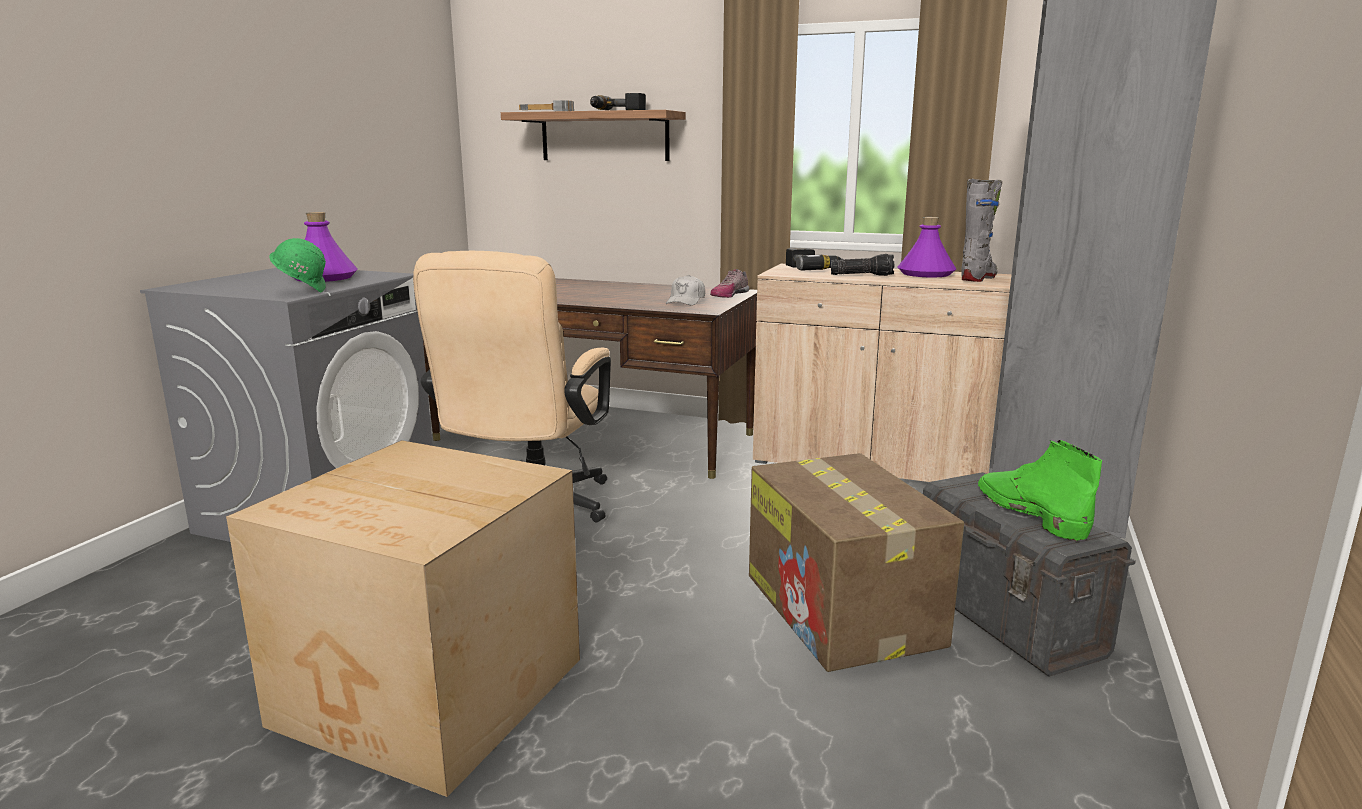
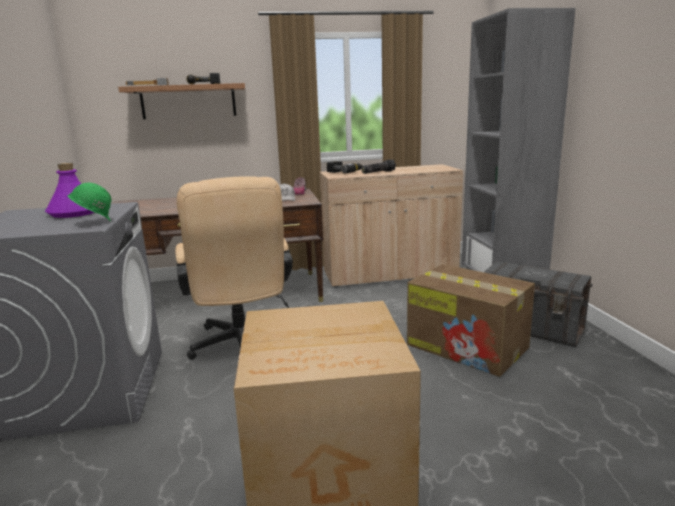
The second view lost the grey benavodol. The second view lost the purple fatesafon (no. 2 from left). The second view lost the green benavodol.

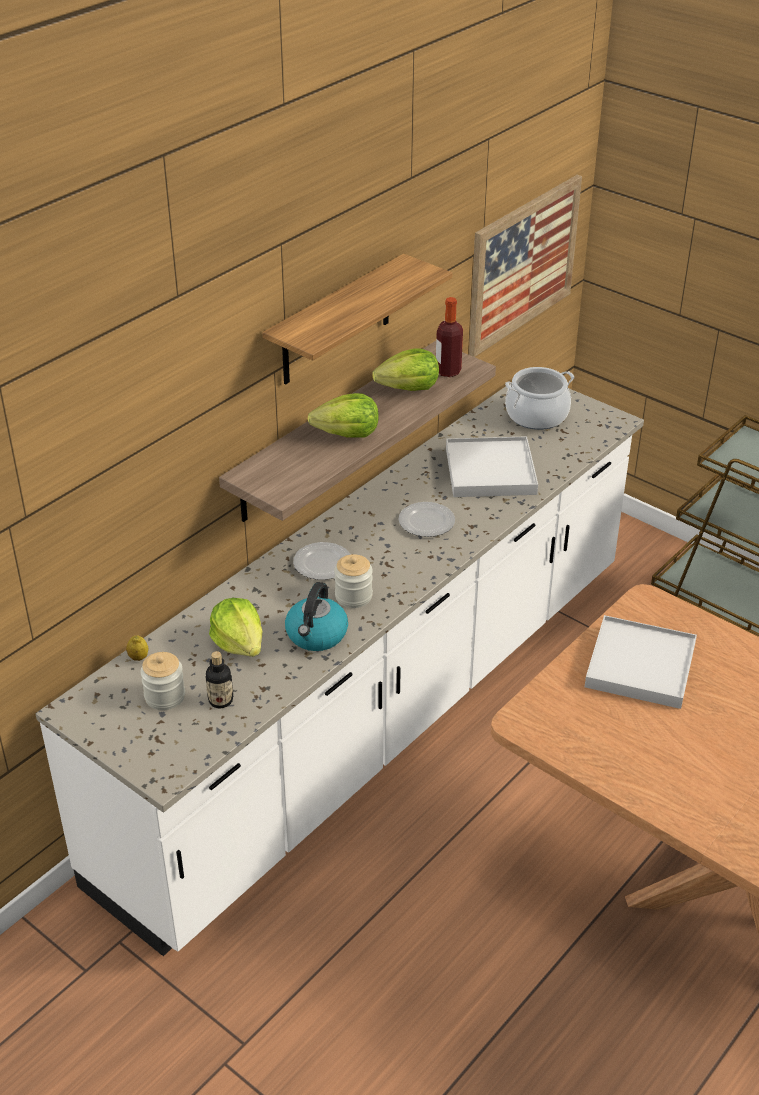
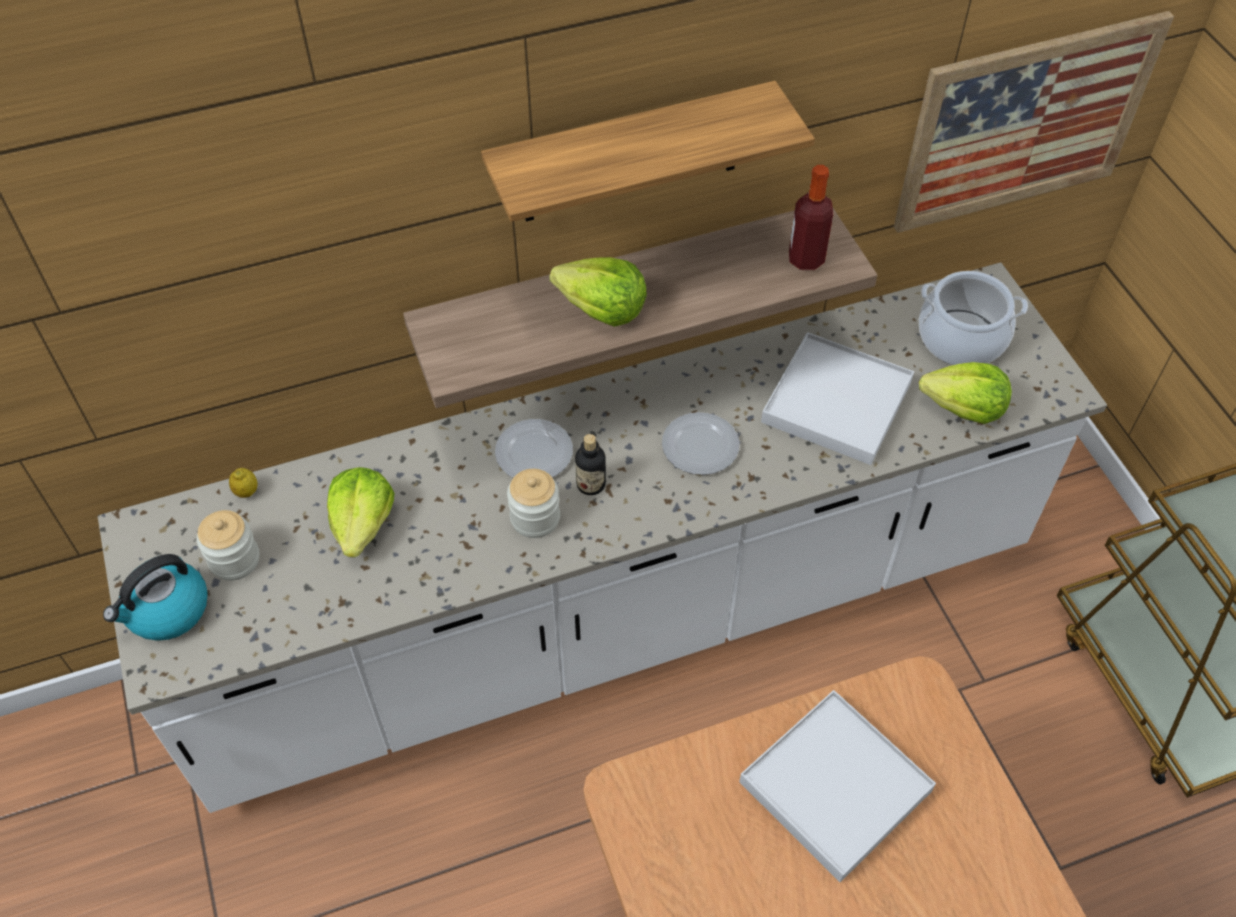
The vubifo (no. 3 from left) ended up elsewhere. The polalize ended up elsewhere. The fatesafon (no. 1 from left) ended up elsewhere.

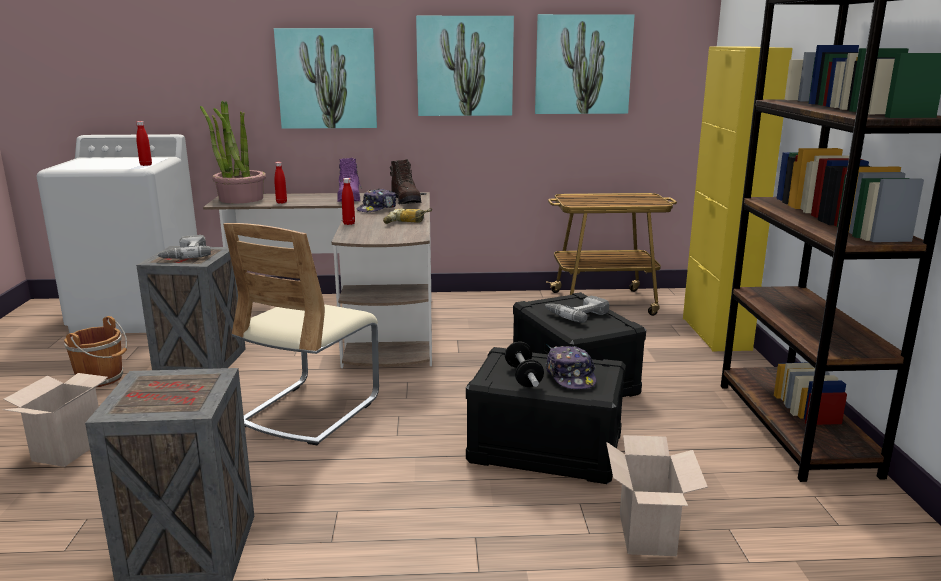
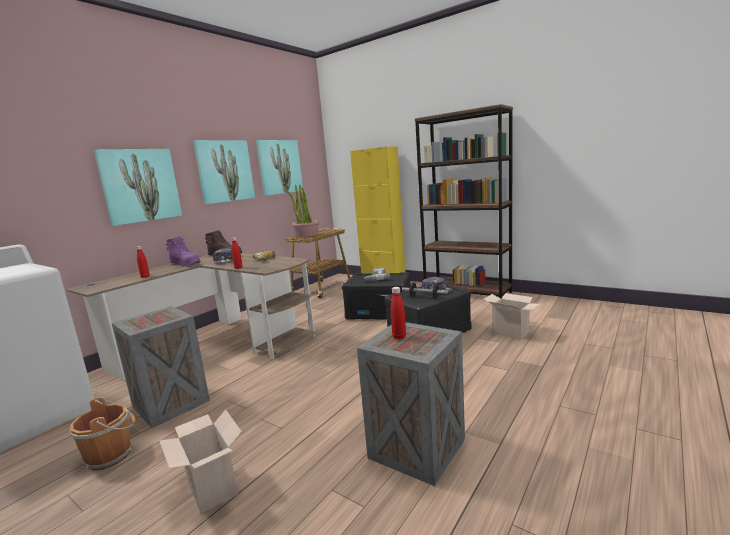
The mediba ended up elsewhere. The red fatesafon (no. 1 from left in the first image) ended up elsewhere. The second view lost the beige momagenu. The second view lost the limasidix (no. 1 from left).

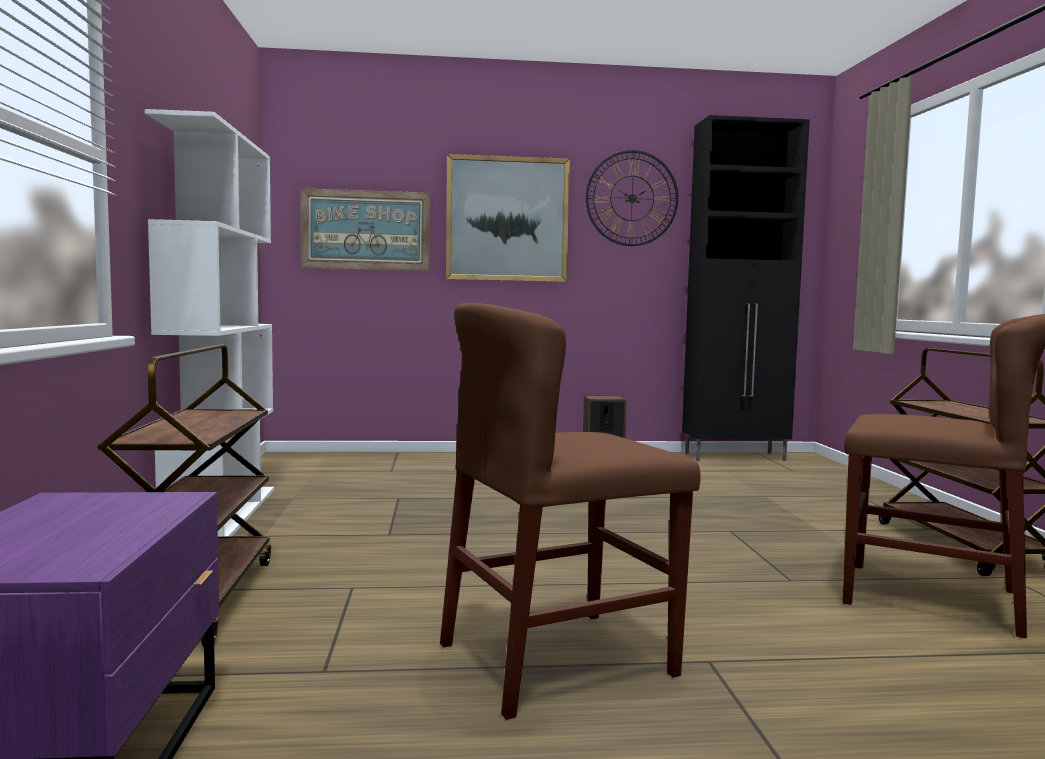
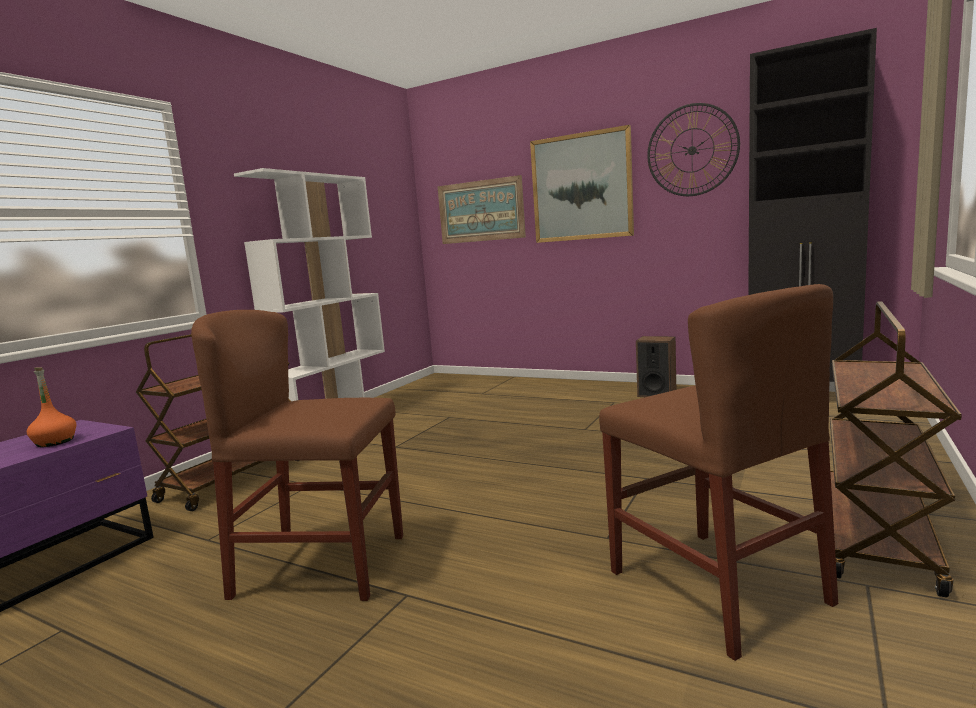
The second view gained the orange fatesafon.

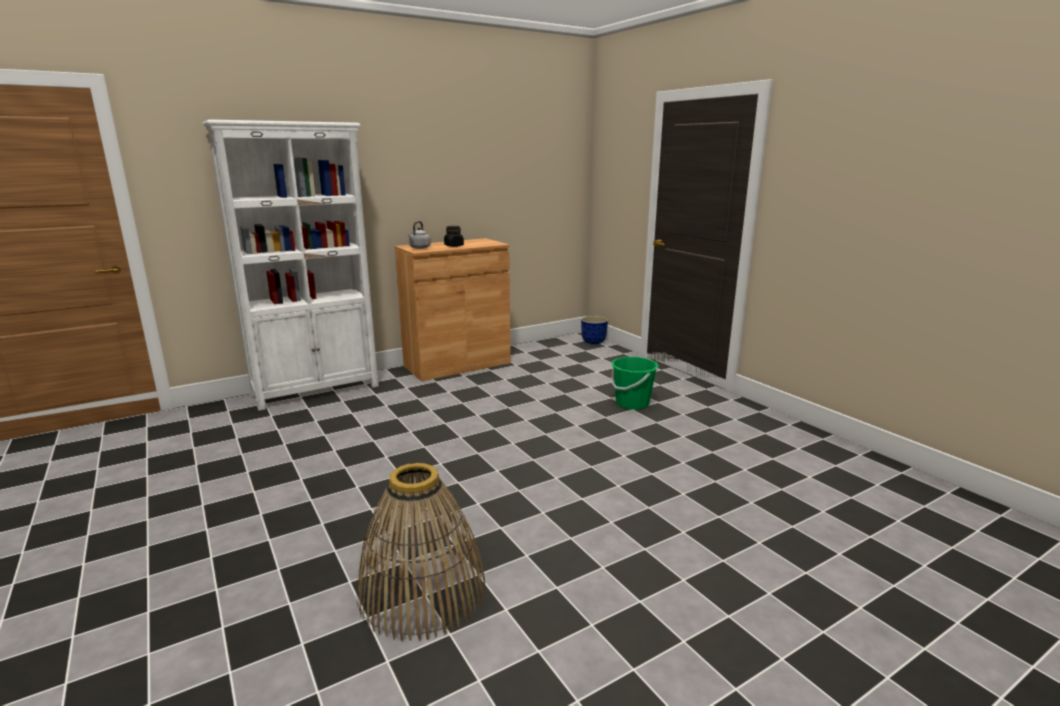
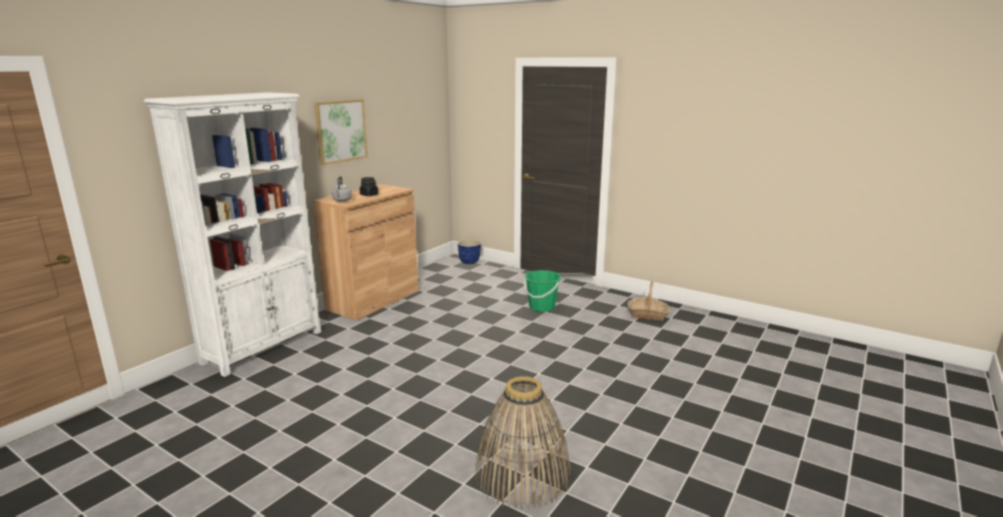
The second view gained the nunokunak. The second view gained the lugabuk (no. 2 from left).

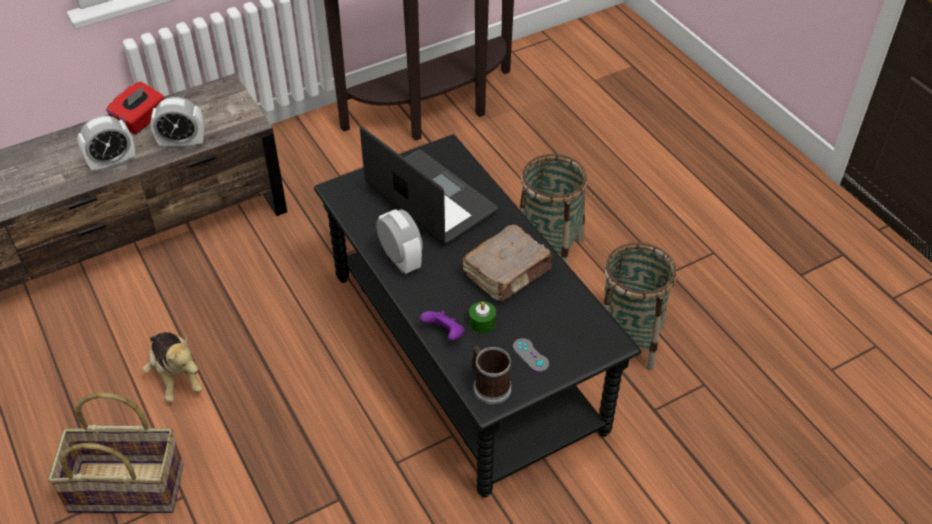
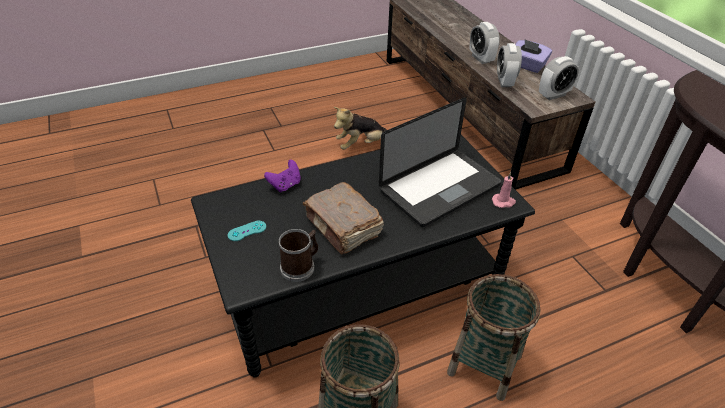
What was the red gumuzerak turned into the purple gumuzerak. The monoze (no. 3 from left) ended up elsewhere. The second view lost the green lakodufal. What was the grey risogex turned into the turquoise risogex. The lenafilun ended up elsewhere. The second view lost the lugabuk (no. 1 from left). The second view gained the pink lakodufal.

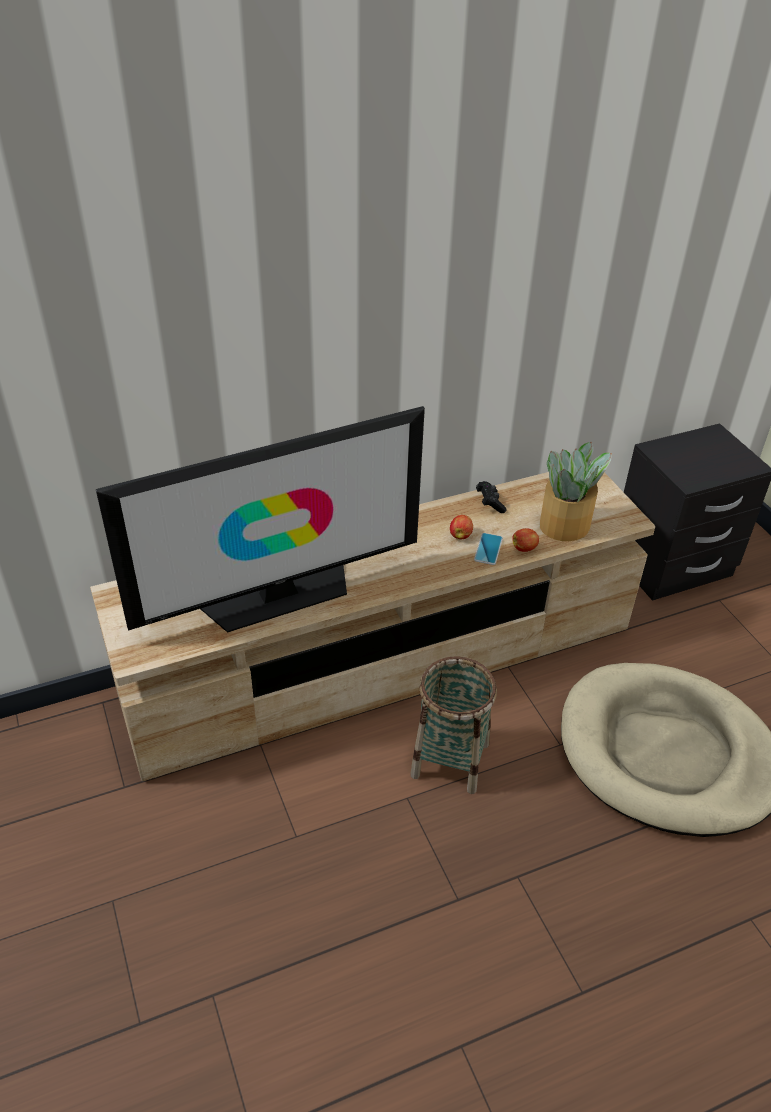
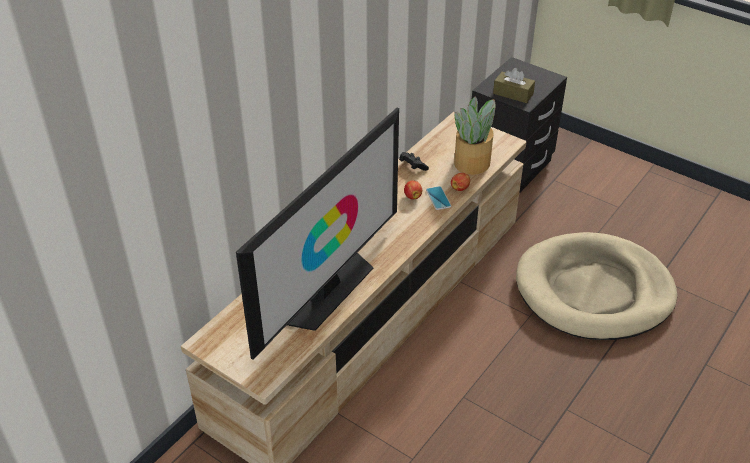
The second view lost the lugabuk. The second view gained the brown gumuzerak.

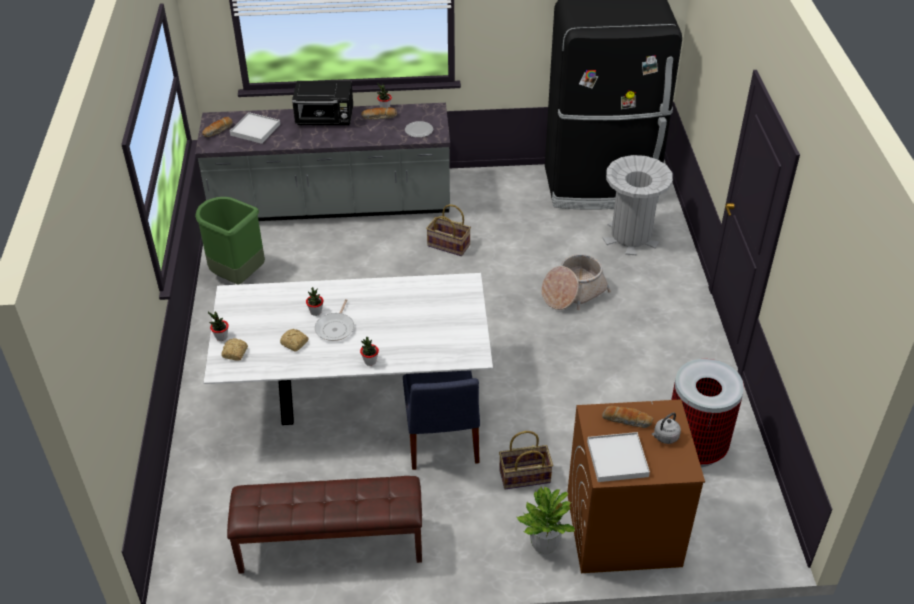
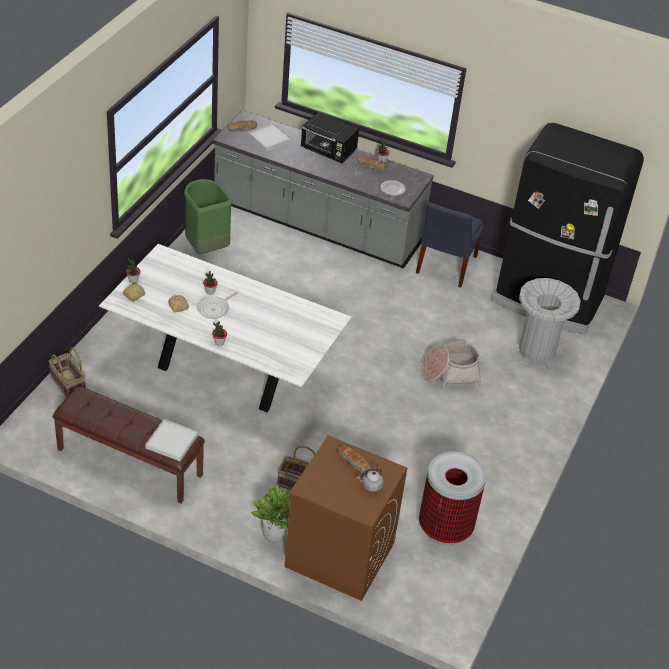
The lugabuk (no. 1 from left) ended up elsewhere. The blue momagenu ended up elsewhere. The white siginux (no. 2 from left in the first image) ended up elsewhere.

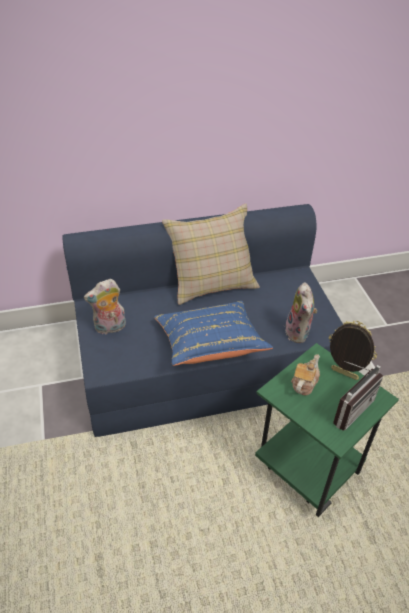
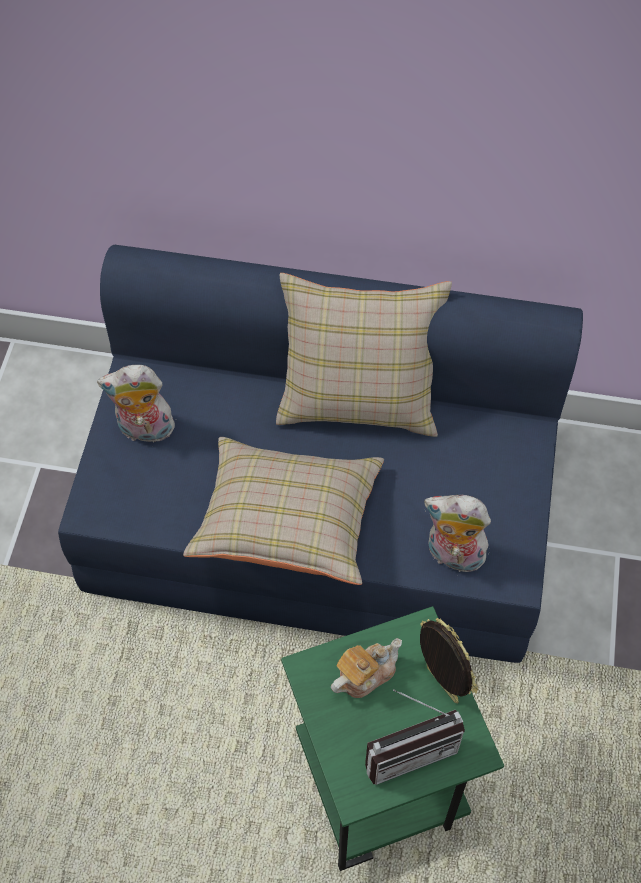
The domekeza (no. 2 from left) ended up facing another way, 90 degrees clockwise from before. What was the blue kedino turned into the beige kedino (no. 1 from left).

